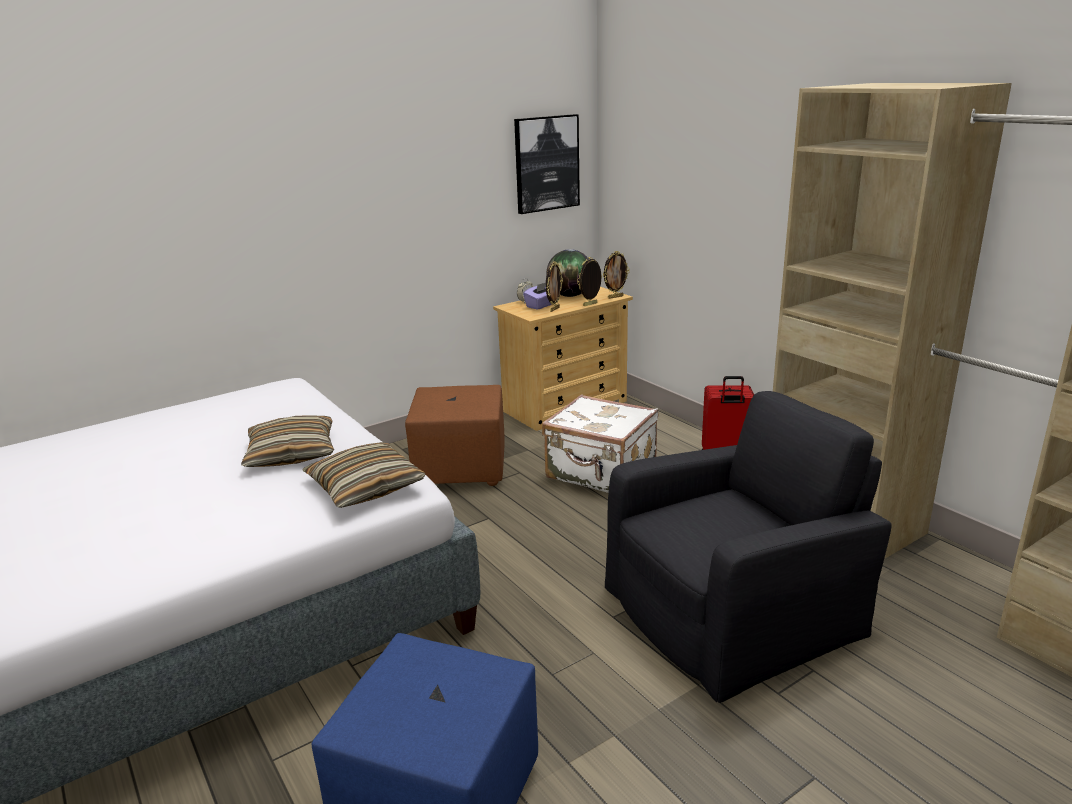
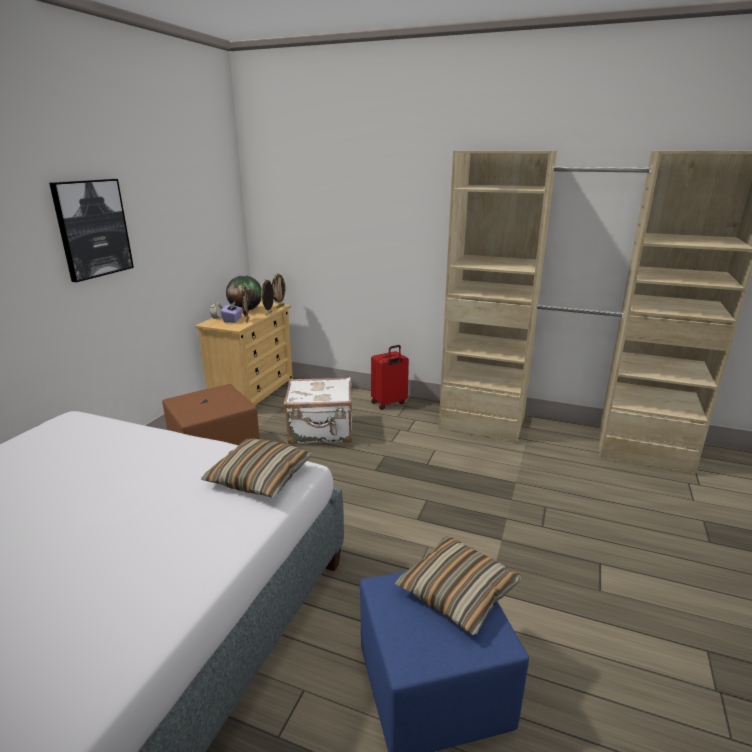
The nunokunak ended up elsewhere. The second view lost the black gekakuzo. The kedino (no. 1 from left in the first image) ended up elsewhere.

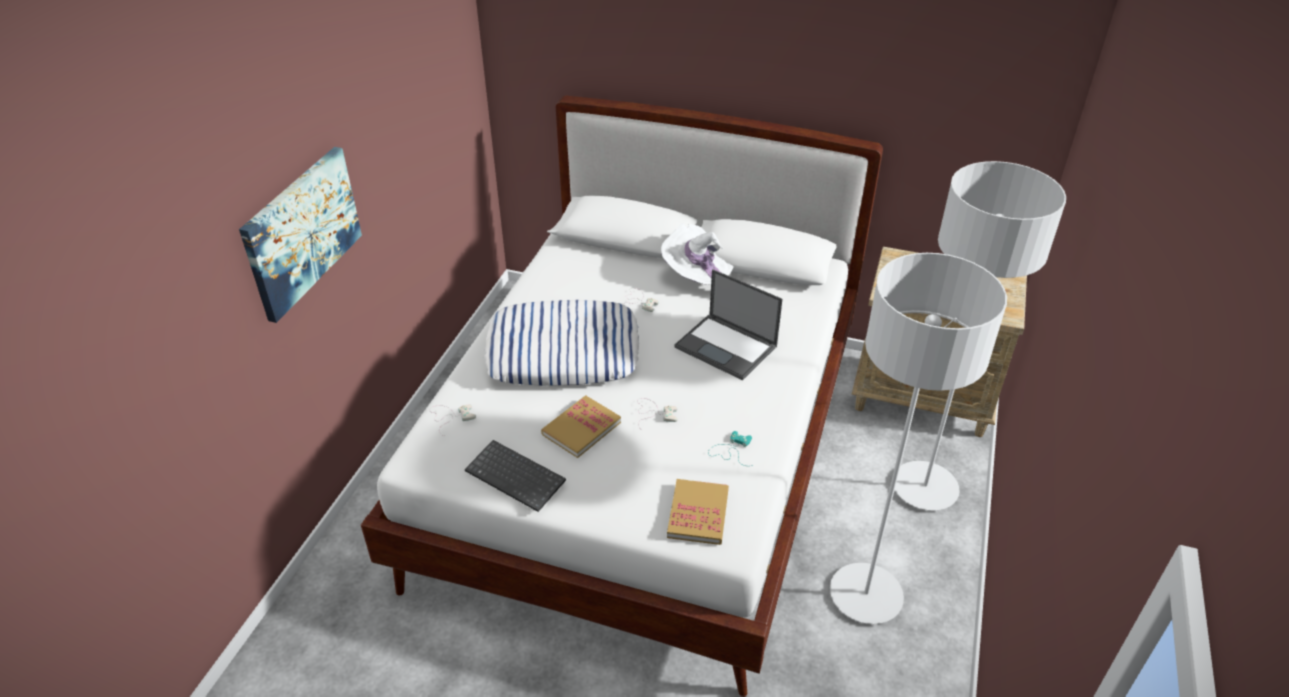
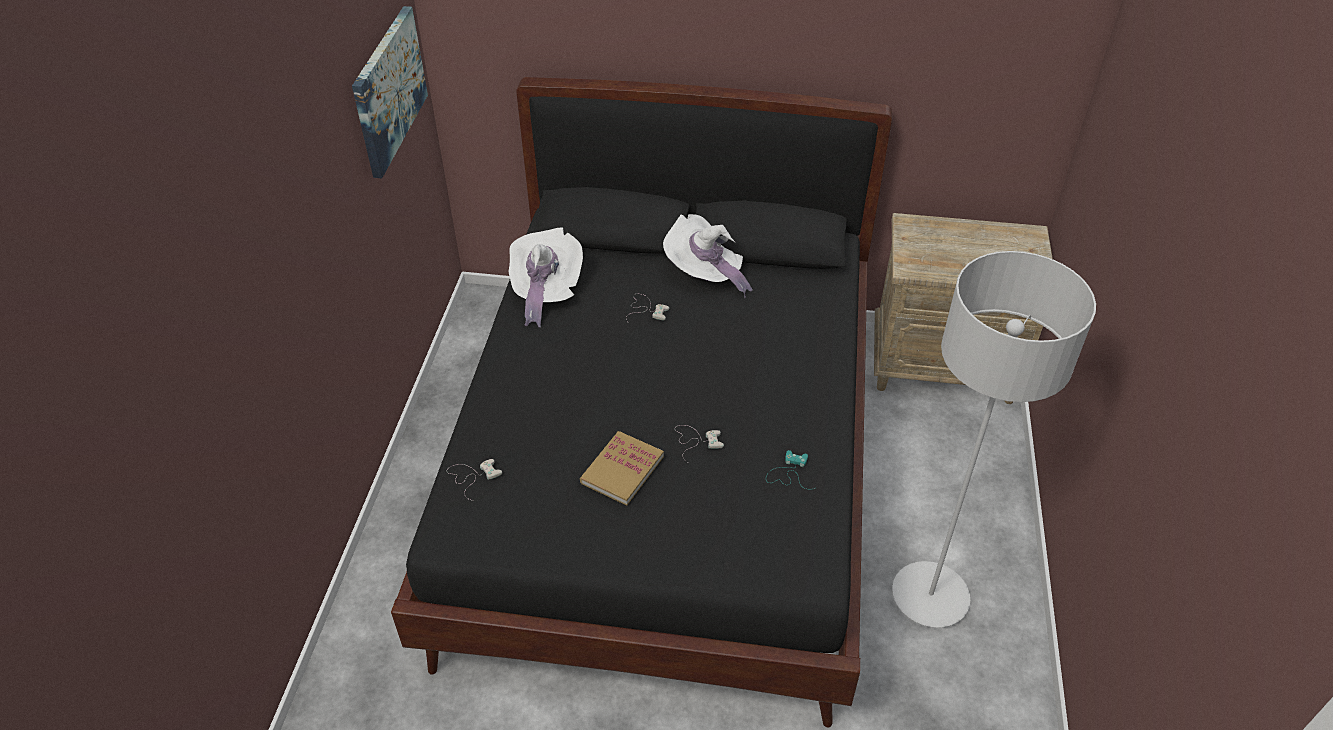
What was the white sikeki turned into the black sikeki. The nunokunak ended up elsewhere. The second view lost the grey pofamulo (no. 2 from left). The second view lost the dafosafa. The second view lost the kedino. The second view lost the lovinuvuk. The second view lost the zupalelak (no. 2 from left). The second view gained the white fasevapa (no. 1 from left).

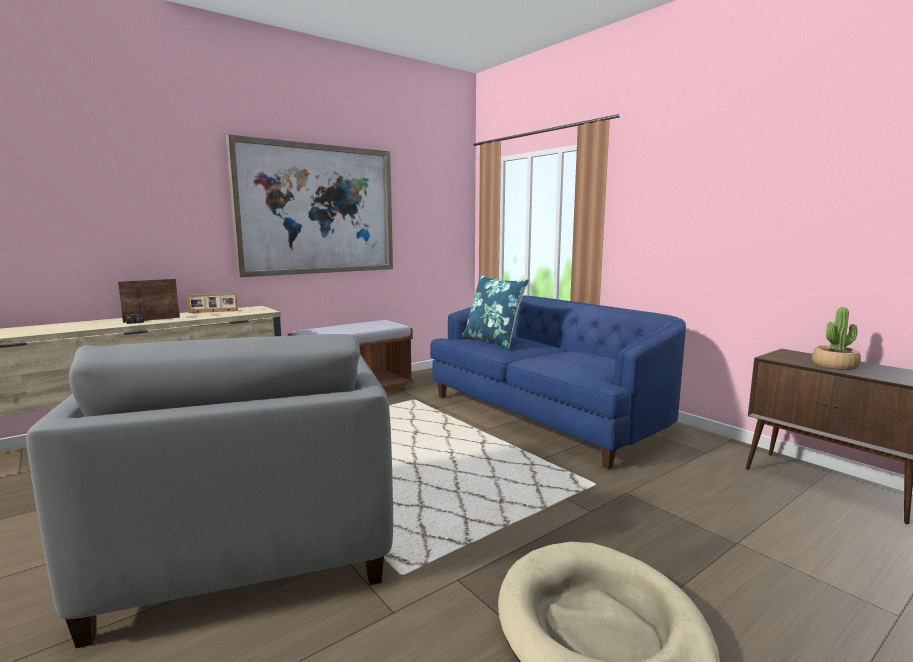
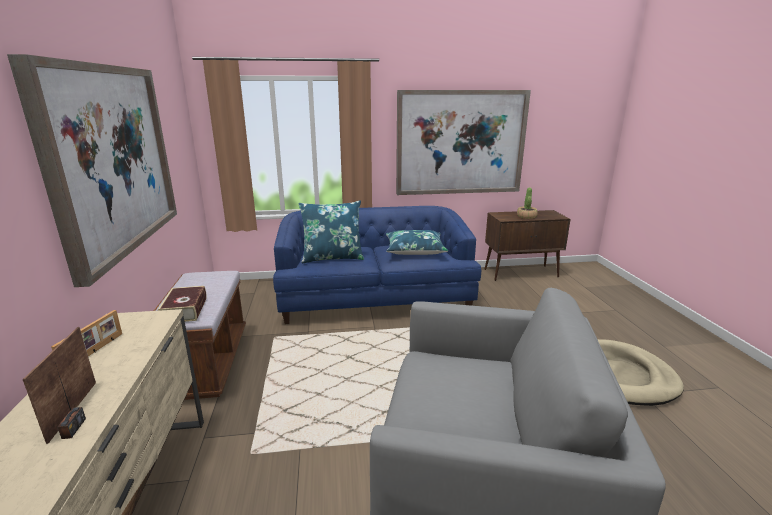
The second view gained the nunokunak (no. 2 from left). The second view gained the blue kedino (no. 2 from left). The second view gained the zupalelak.

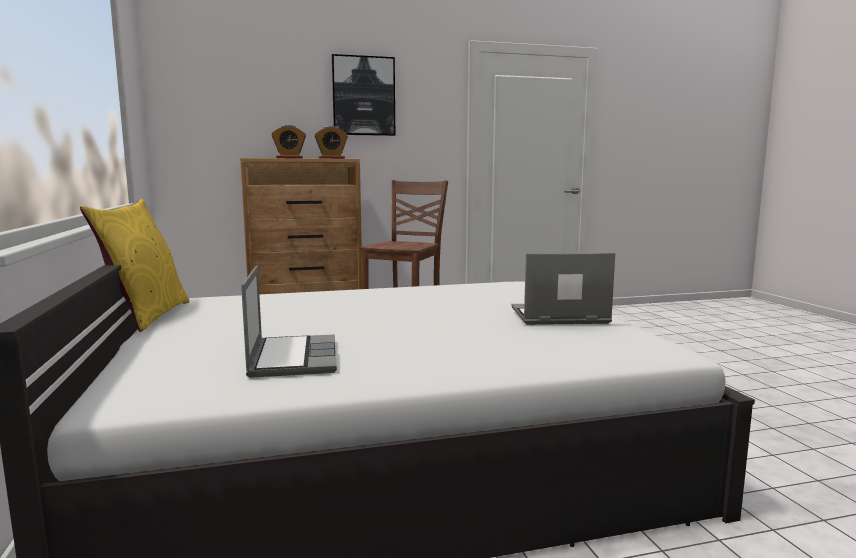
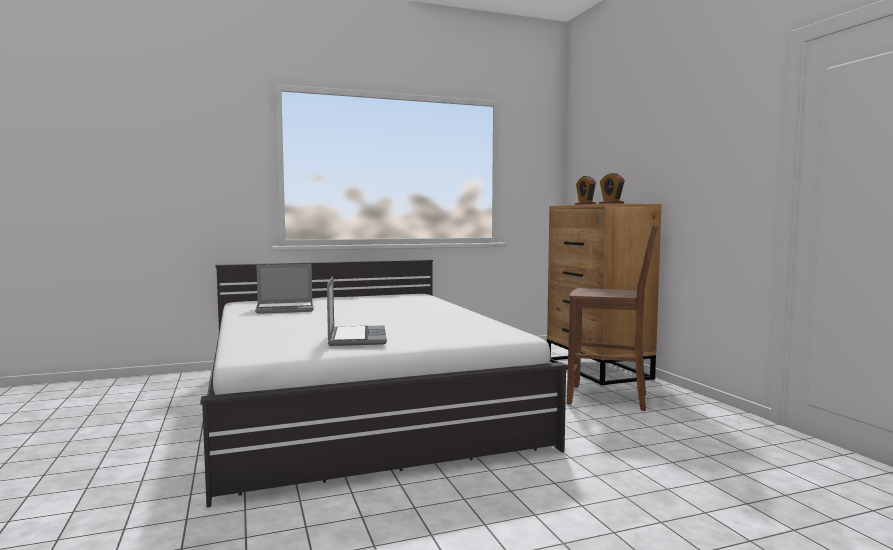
The second view lost the nunokunak. The second view lost the yellow kedino.

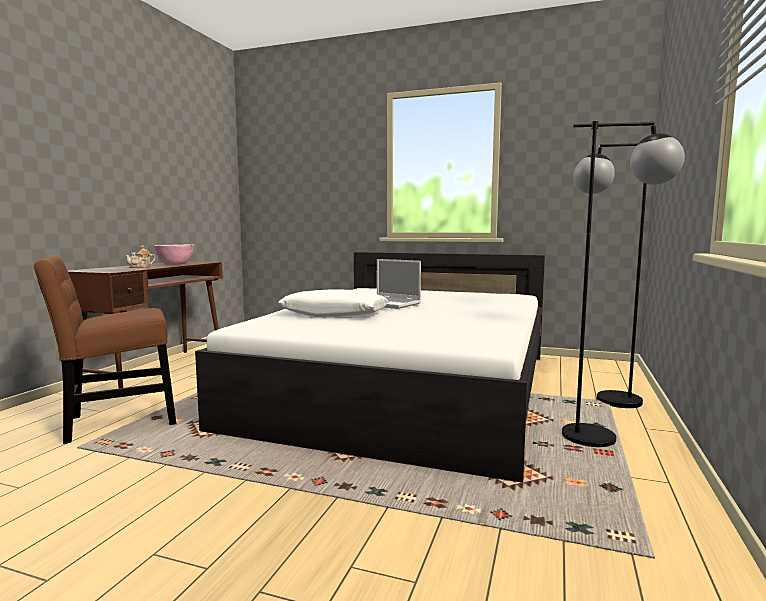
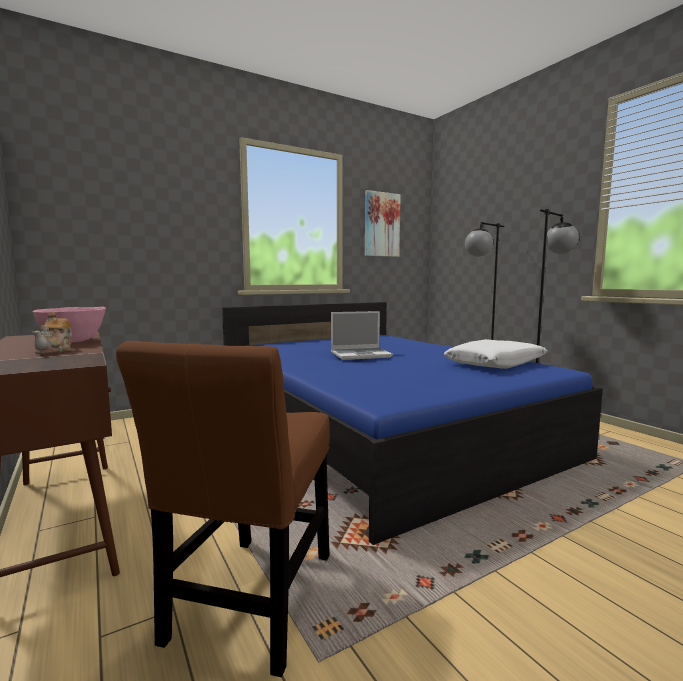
What was the white sikeki turned into the blue sikeki. The white kedino ended up elsewhere. The second view gained the nunokunak.

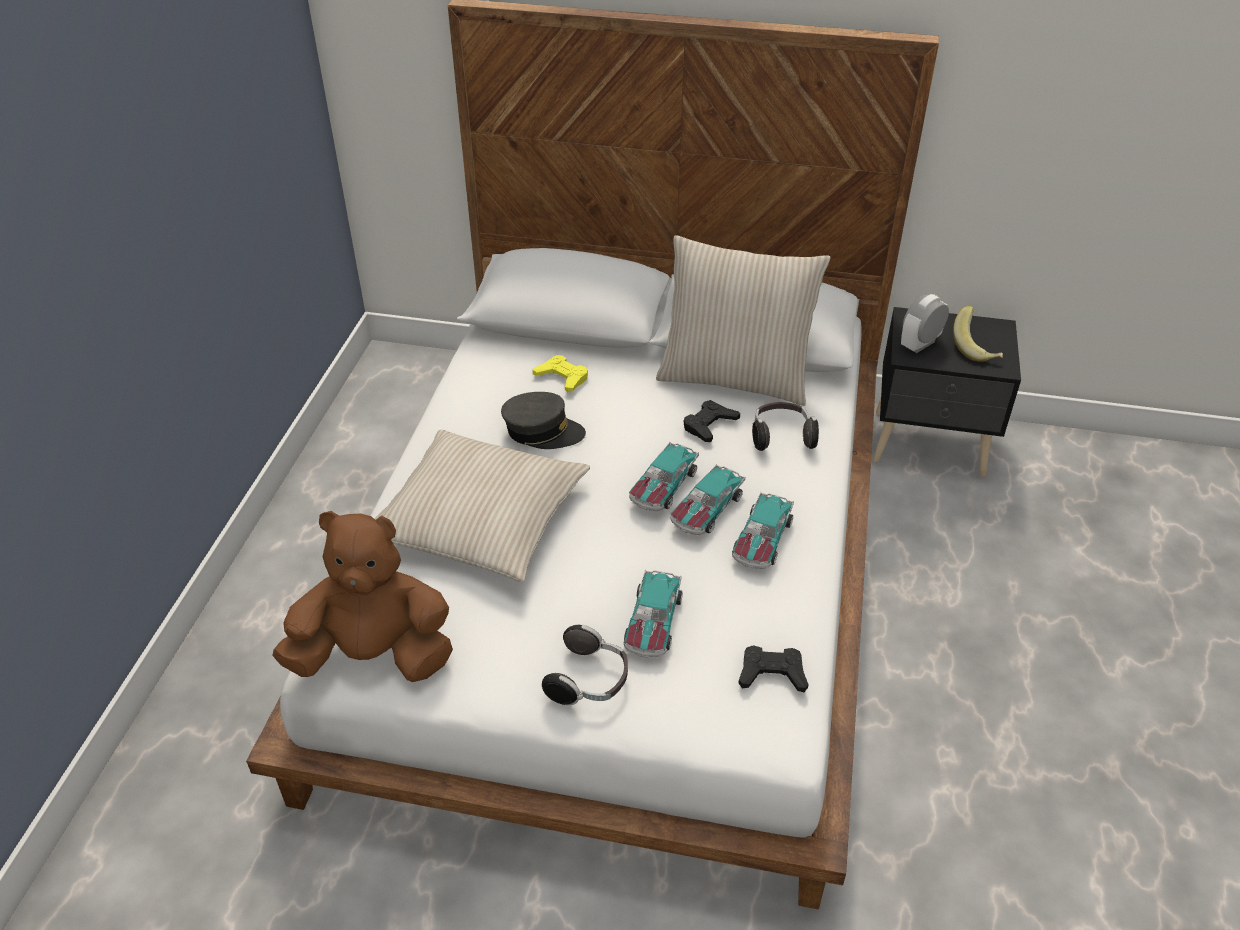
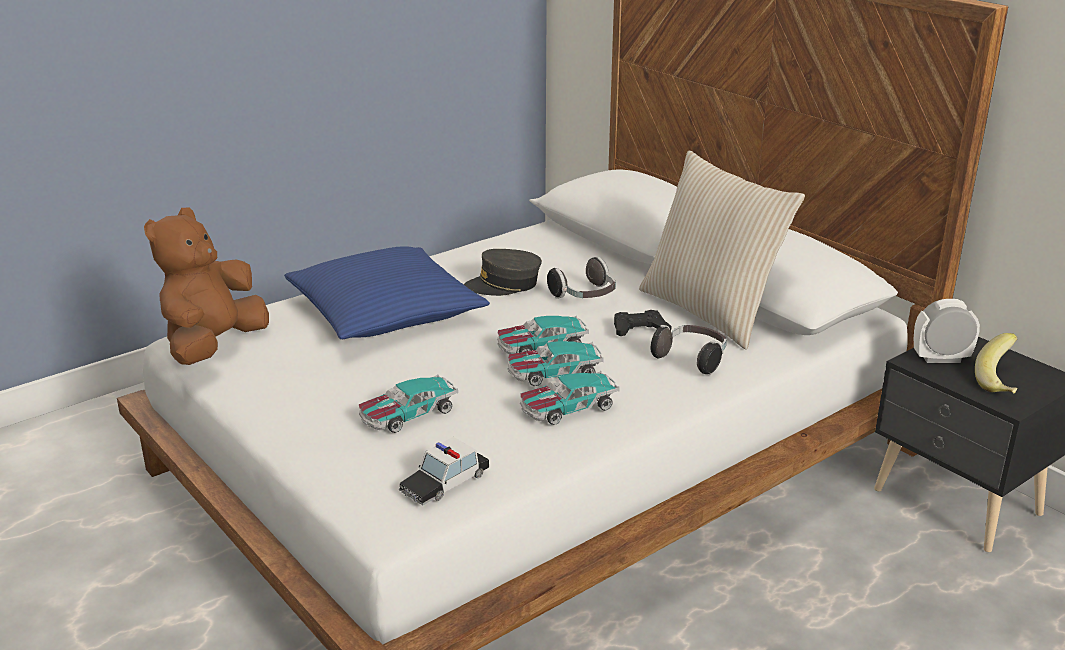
The second view lost the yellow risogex. The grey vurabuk ended up facing another way, 120 degrees clockwise from before. What was the beige kedino (no. 1 from left) turned into the blue kedino. The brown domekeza ended up facing another way, 105 degrees counterclockwise from before. The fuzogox (no. 1 from left) ended up elsewhere. Where the black risogex (no. 2 from left) stood, the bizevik (no. 2 from left) came to stand.

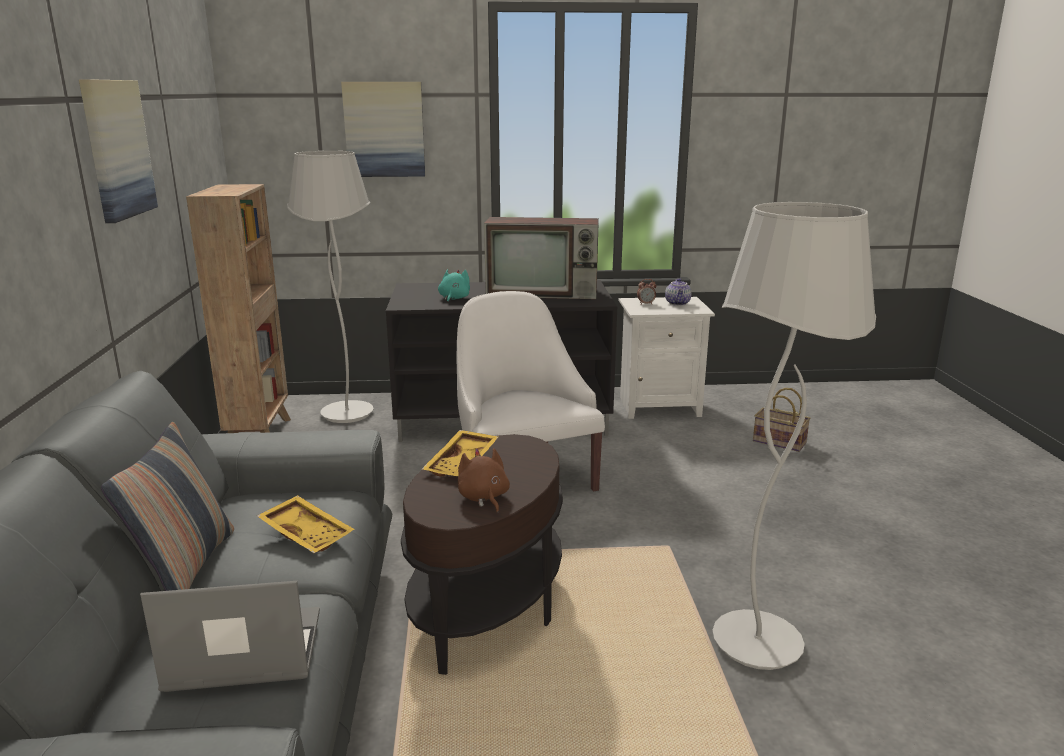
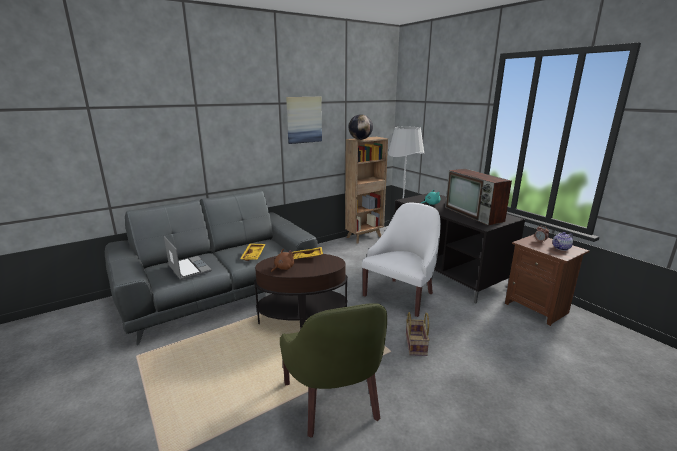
The second view lost the nunokunak (no. 2 from left). Where the white pofamulo (no. 2 from left) stood, the green gekakuzo came to stand. What was the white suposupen turned into the brown suposupen. The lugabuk ended up elsewhere. The second view lost the kedino. The second view gained the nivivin.

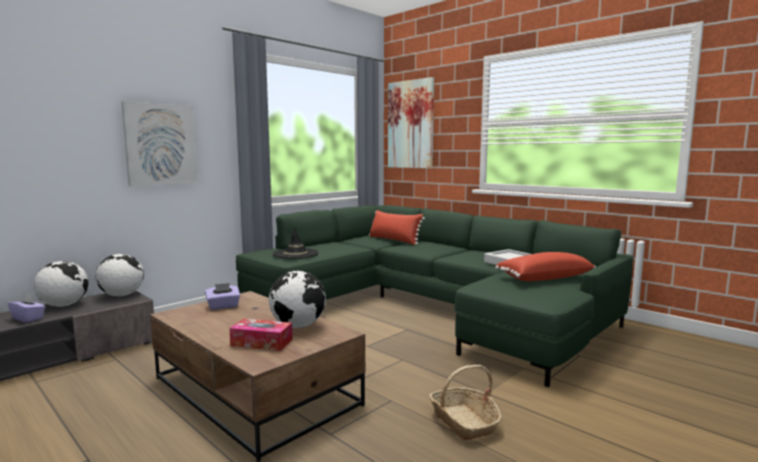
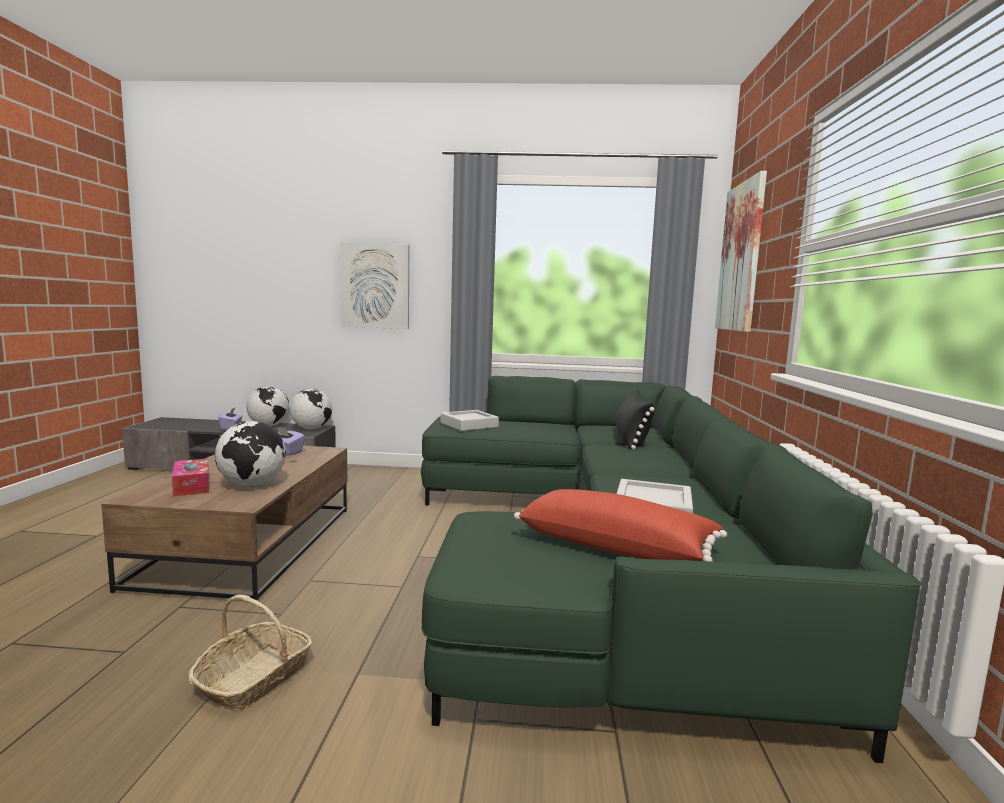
What was the red kedino (no. 1 from left) turned into the black kedino. Where the black fasevapa stood, the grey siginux (no. 1 from left) came to stand.

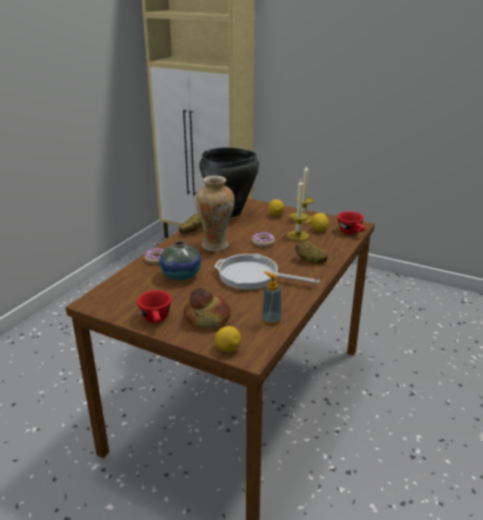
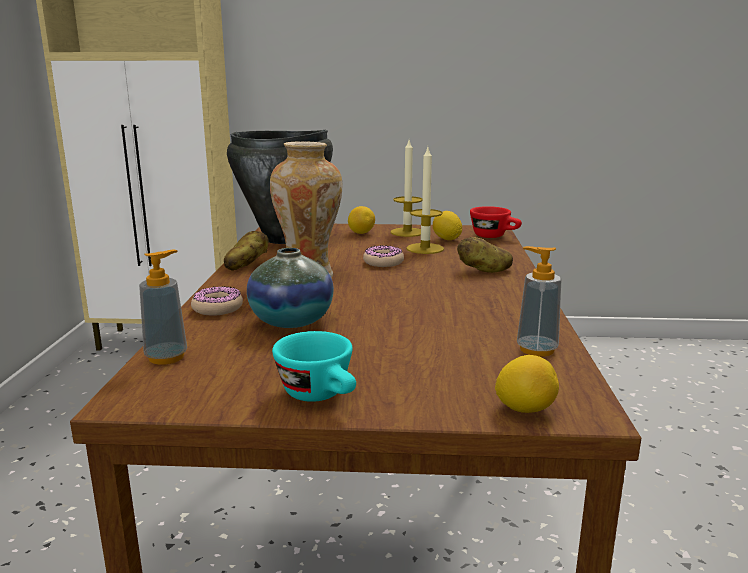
The second view lost the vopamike. The second view lost the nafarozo. What was the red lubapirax (no. 1 from left) turned into the turquoise lubapirax. The second view gained the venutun (no. 1 from left).

